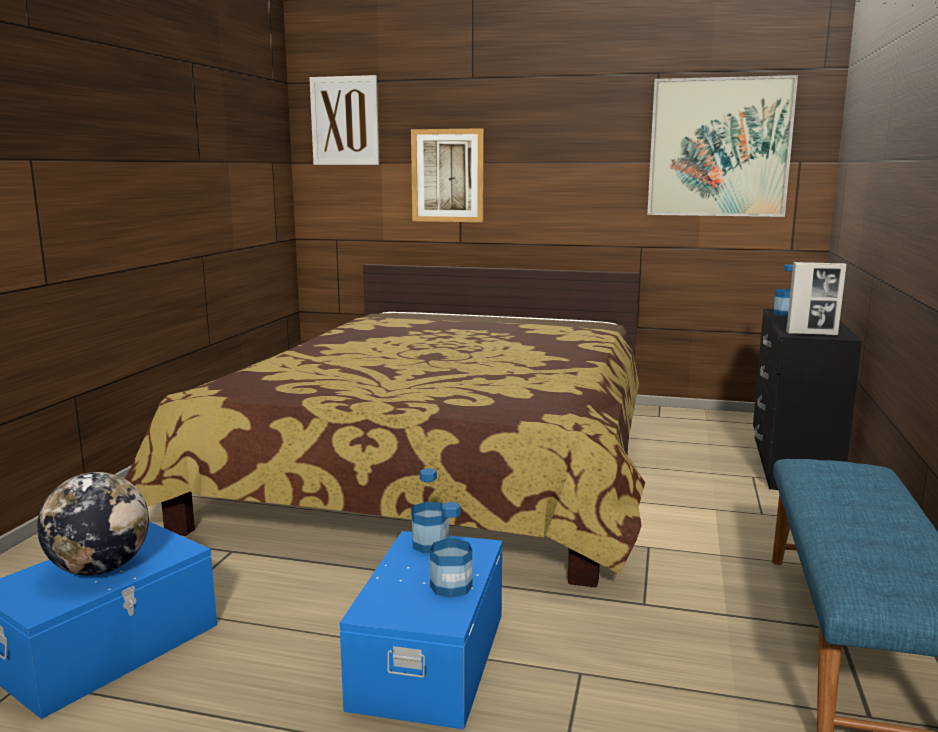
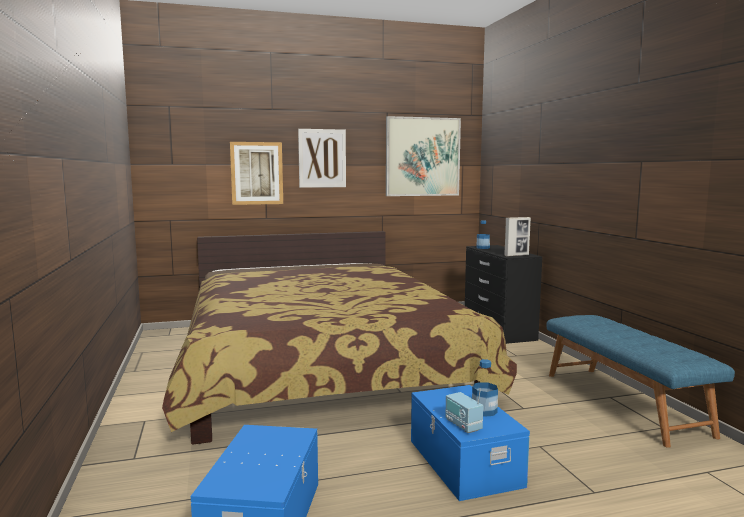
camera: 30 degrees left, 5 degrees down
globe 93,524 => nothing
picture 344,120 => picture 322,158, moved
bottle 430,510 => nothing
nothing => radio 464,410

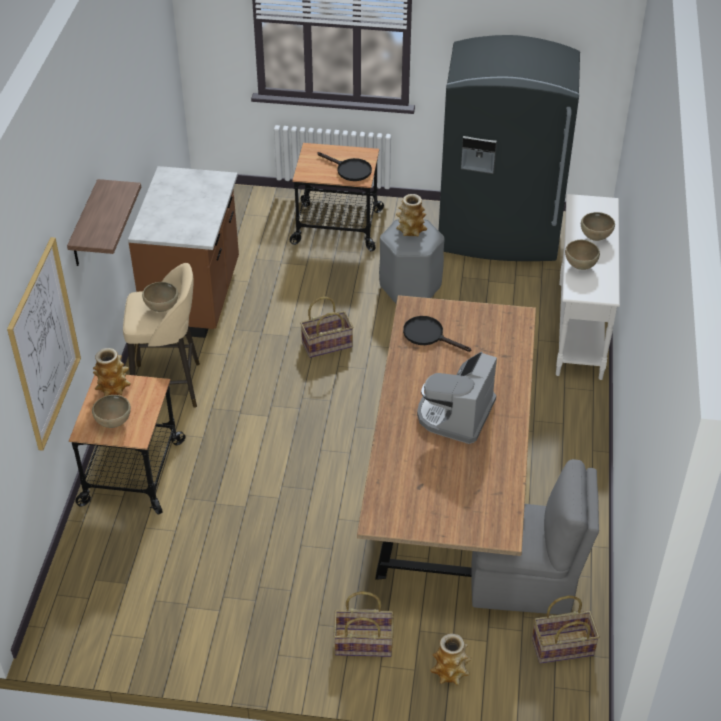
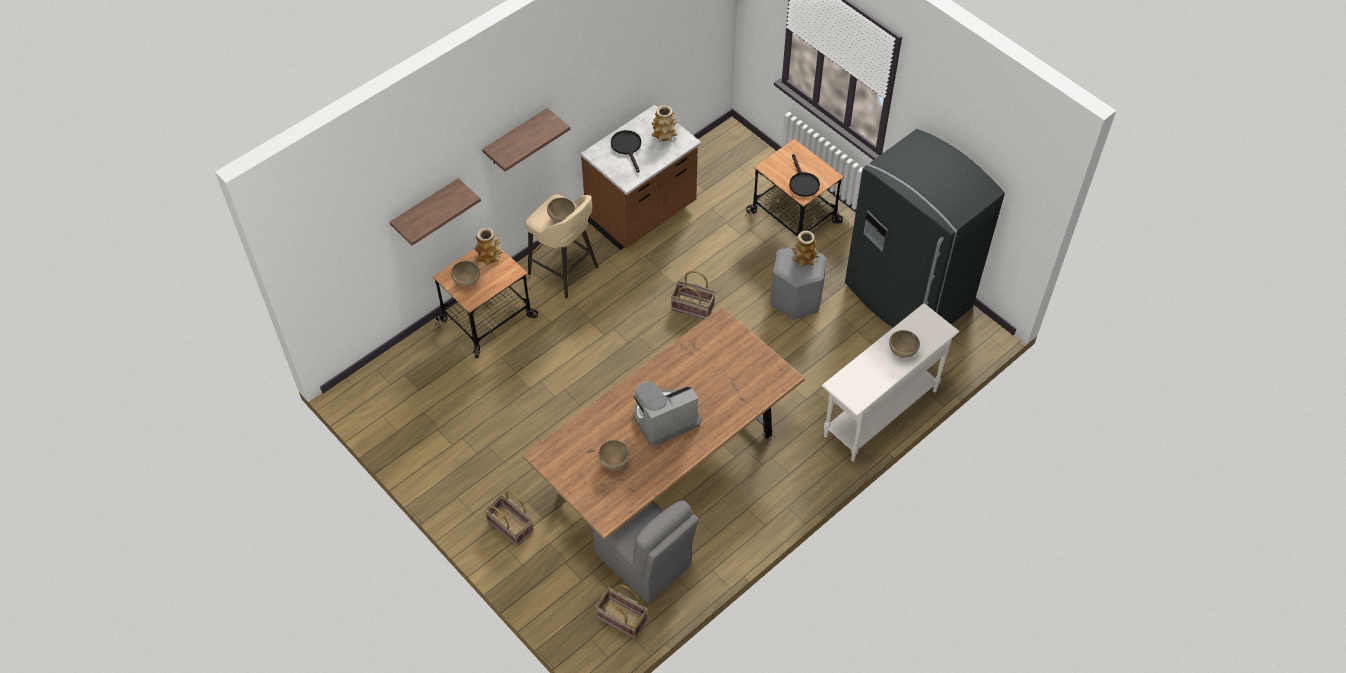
camera: 40 degrees right, 10 degrees up
picture 44,344 => shelf 435,212
black_frying_pan 437,334 => black_frying_pan 626,151, moved
vase 451,659 => vase 664,123, moved
brown_bowl 582,255 => brown_bowl 614,455, moved

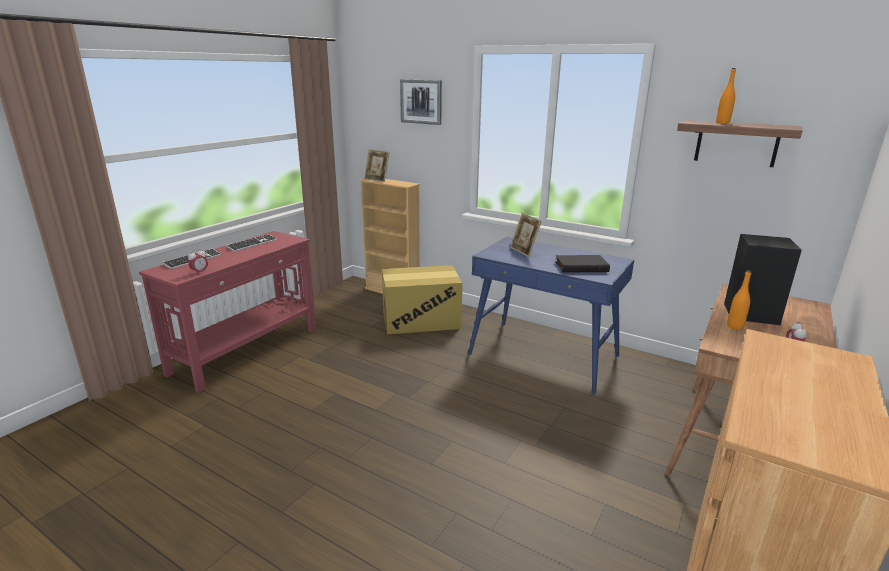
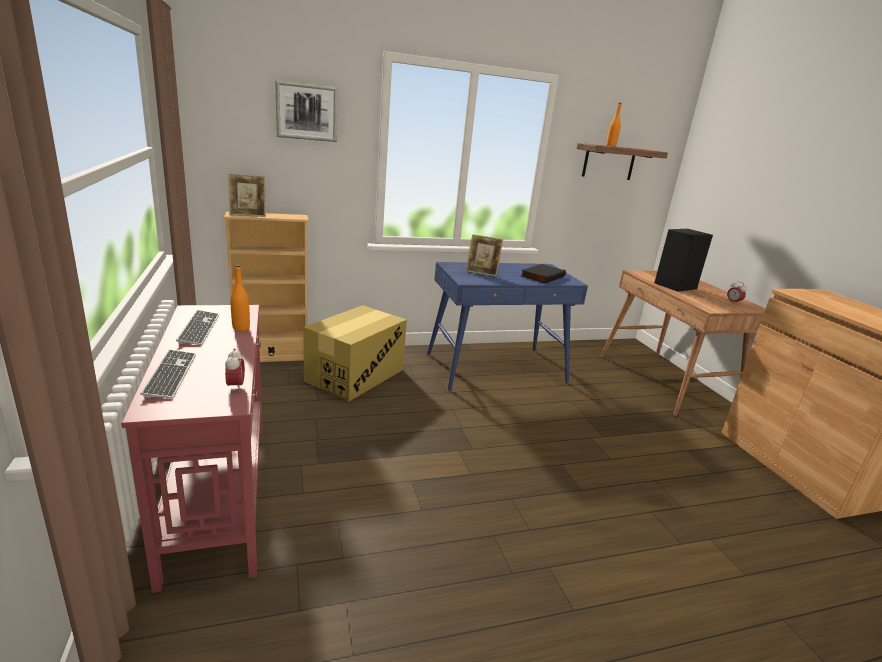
camera: 50 degrees left, 0 degrees up
orange_bottle 739,300 => orange_bottle 240,298, moved

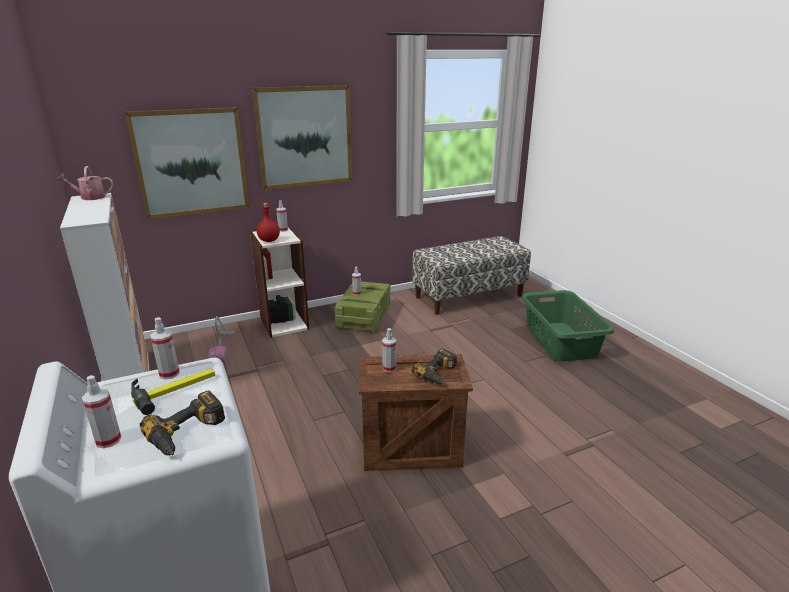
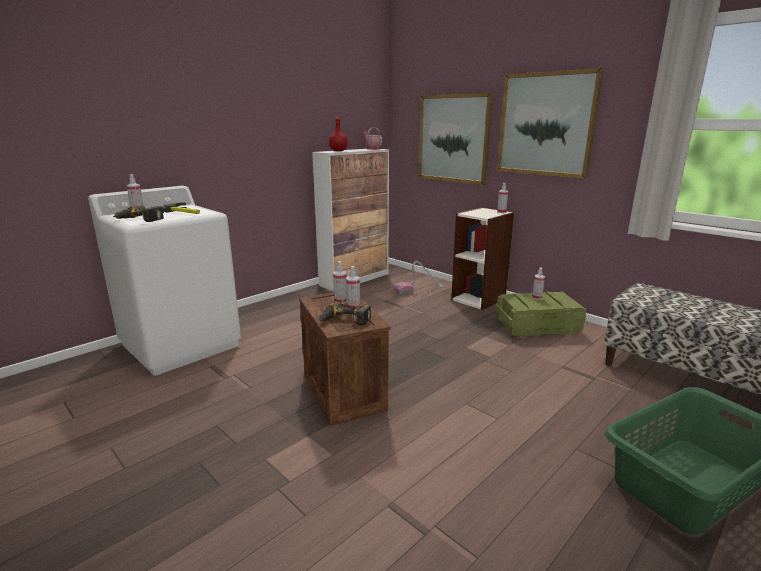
camera: 70 degrees right, 5 degrees down
spray_bottle 165,348 => spray_bottle 353,287, moved
red_bottle 268,222 => red_bottle 338,133, moved

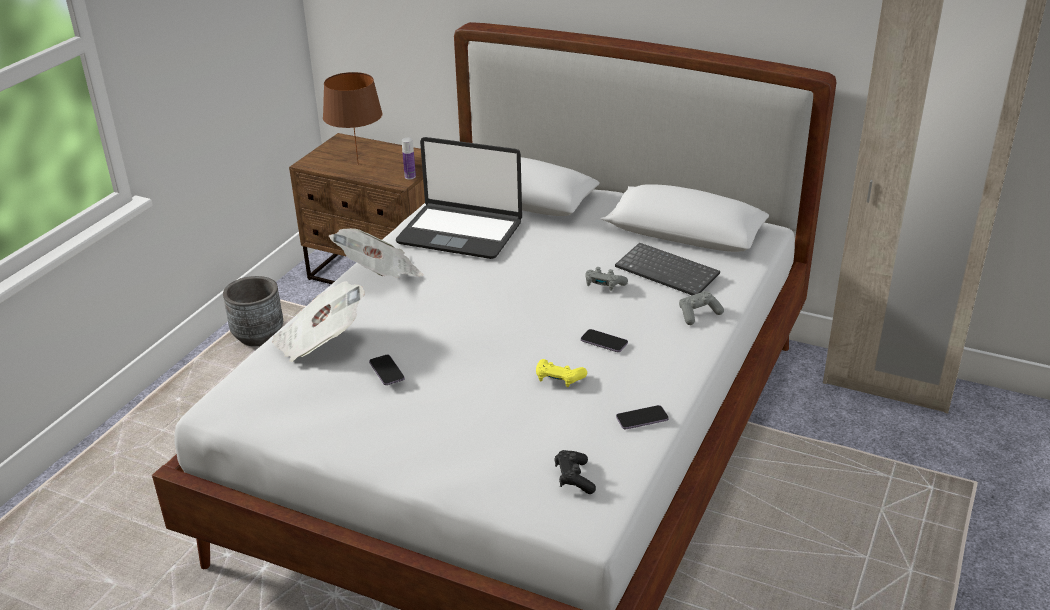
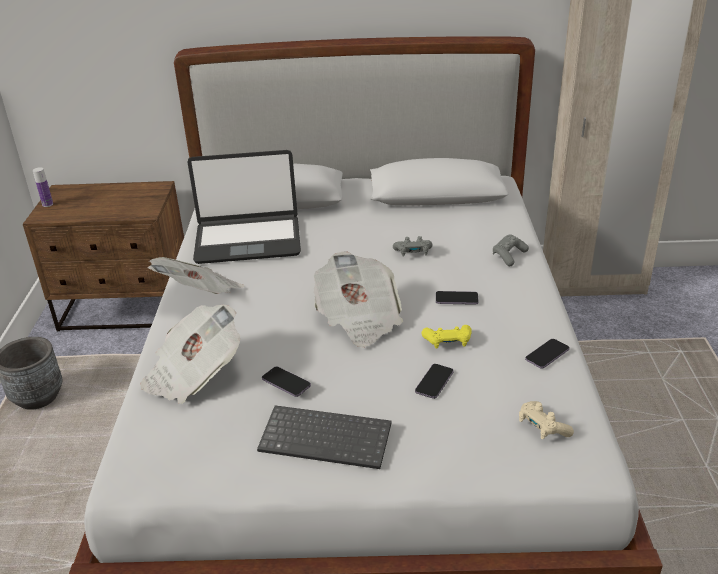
camera: 25 degrees left, 0 degrees up
brown_table_lamp 353,118 => nothing
bottle 409,158 => bottle 43,187, moved
black_game_controller 575,472 => beige_game_controller 546,420
keyboard 667,268 => keyboard 324,437, moved
nothing => newspaper 358,299
nothing => phone 434,381

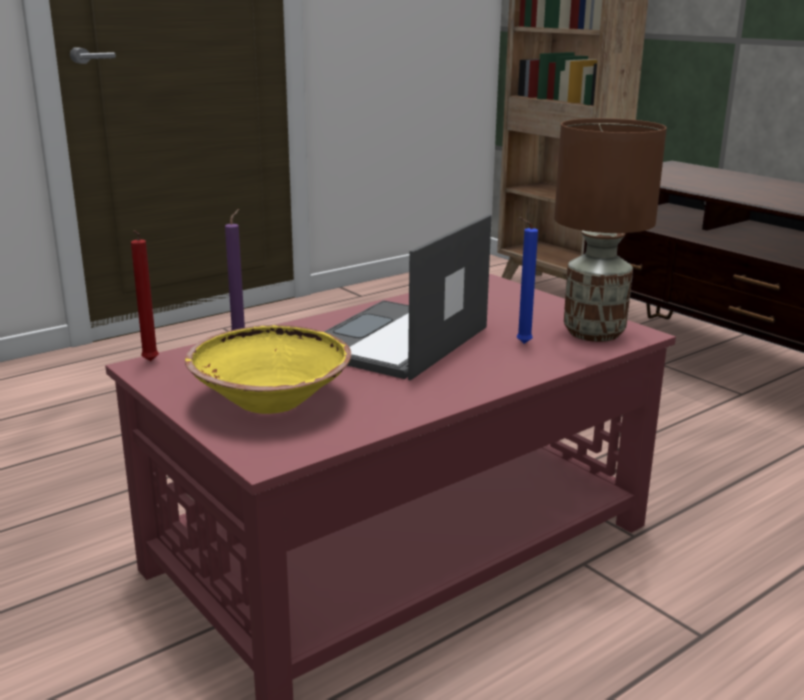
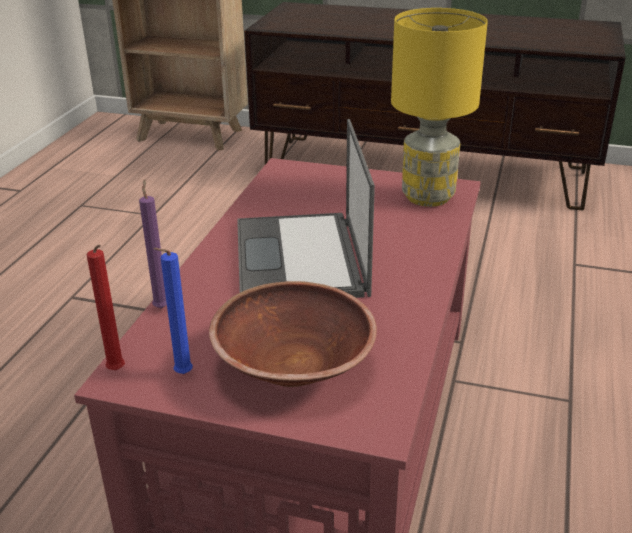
camera: 35 degrees left, 10 degrees up
yellow_bowl 268,369 => brown_bowl 293,334
blue_candle 527,280 => blue_candle 173,311, moved
brown_table_lamp 610,230 => yellow_table_lamp 439,107

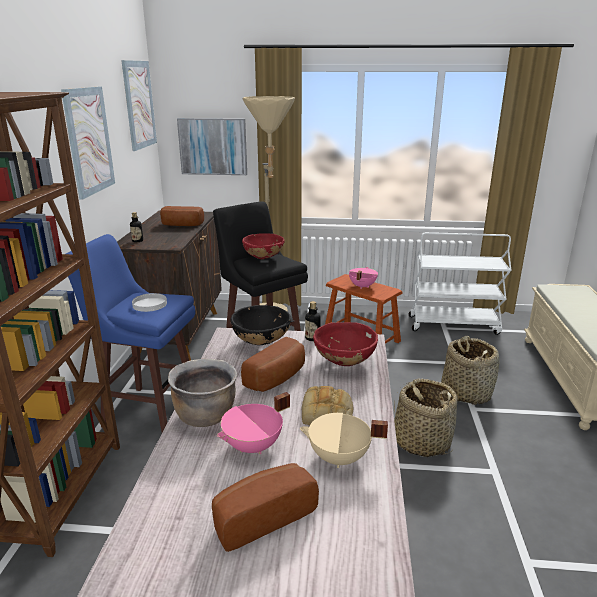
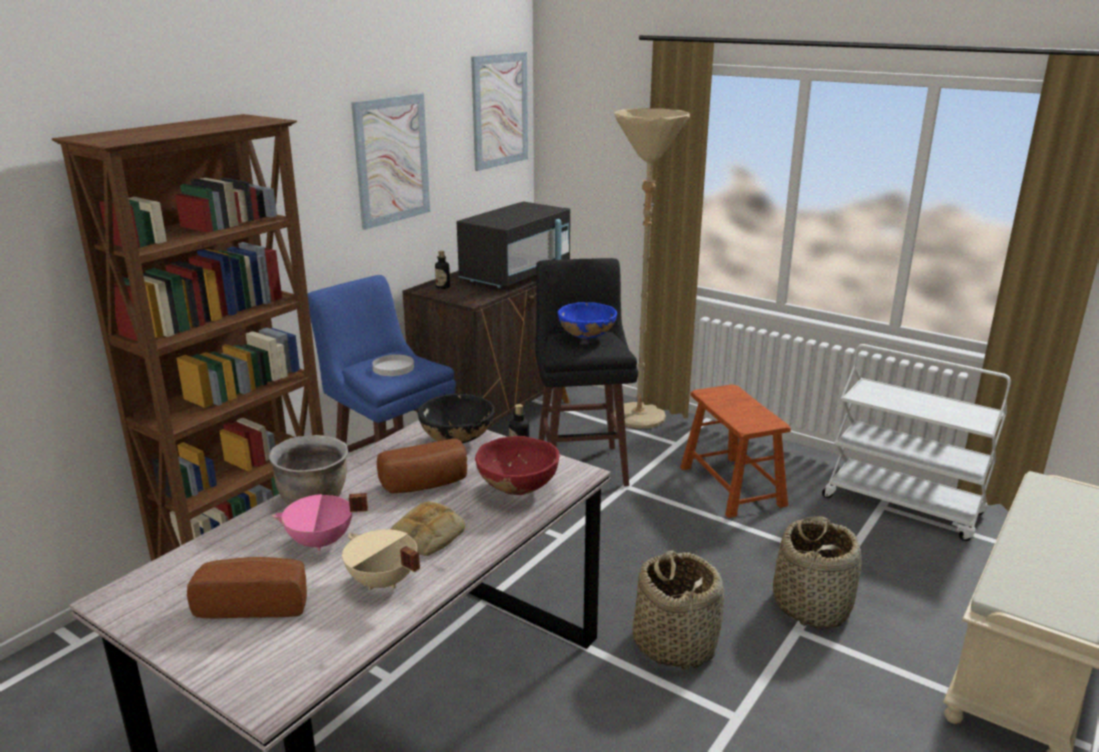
camera: 30 degrees right, 0 degrees up
bread 182,216 => black_microwave 513,244
picture 212,146 => nothing
red_bowl 263,246 => blue_bowl 587,320
pink_cooking_pot 363,278 => nothing

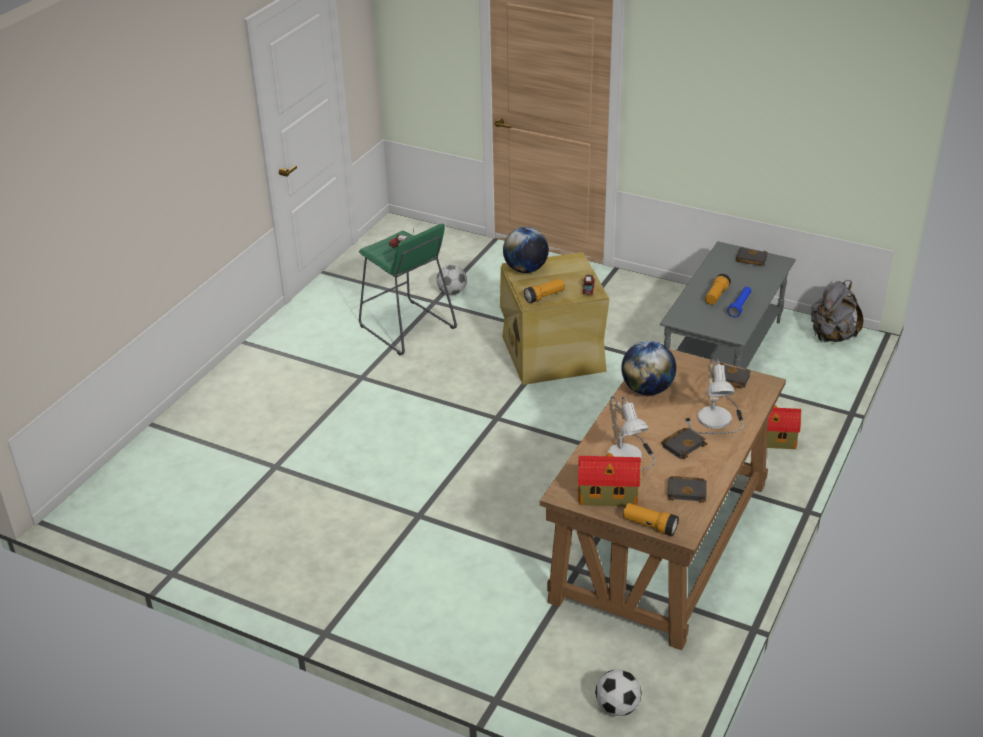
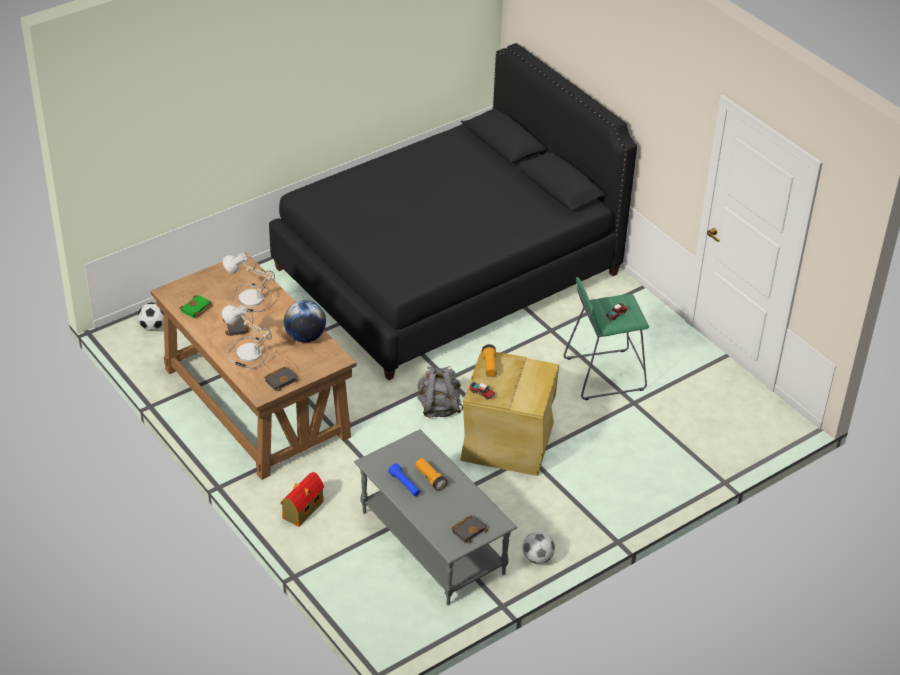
camera: 115 degrees right, 5 degrees up
football 451,280 => football 538,547, moved
globe 526,250 => nothing
toy_house 609,480 => nothing
flashlight 651,519 => nothing
black_book 687,489 => green_book 196,306
grey_backpack 837,311 => grey_backpack 440,392, moved
nothing => black_bed 453,211

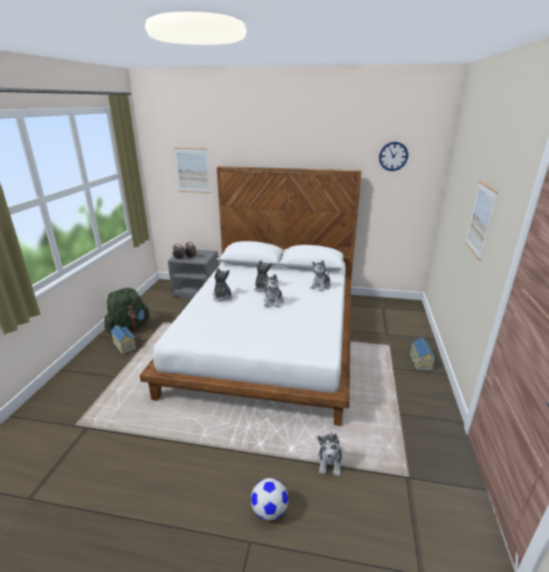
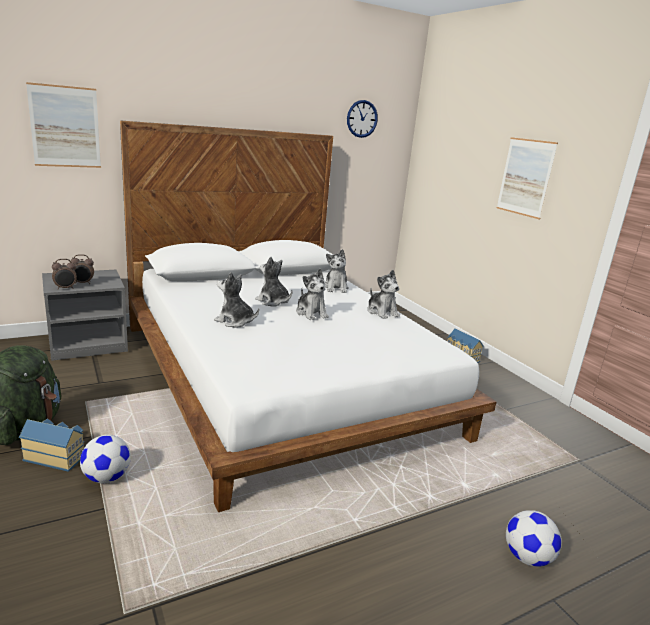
camera: 40 degrees left, 5 degrees down
plush_toy 330,454 => plush_toy 383,294, moved
nothing => football 105,459

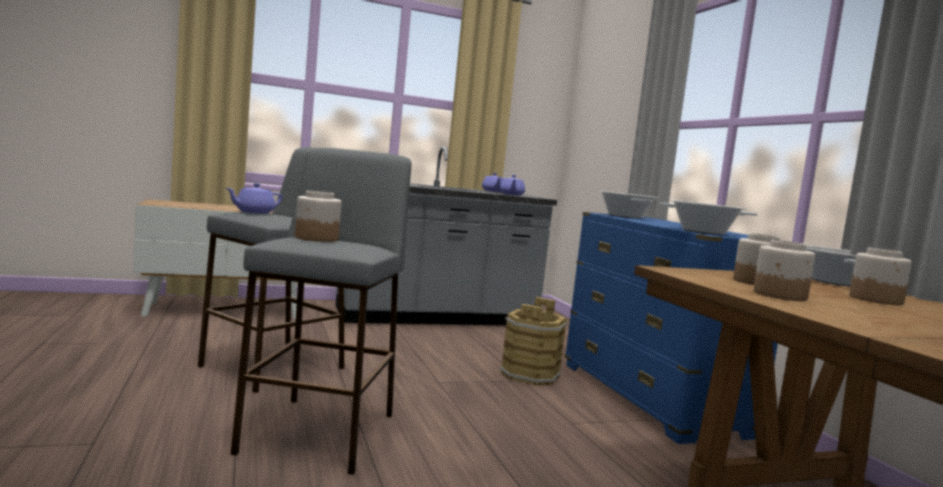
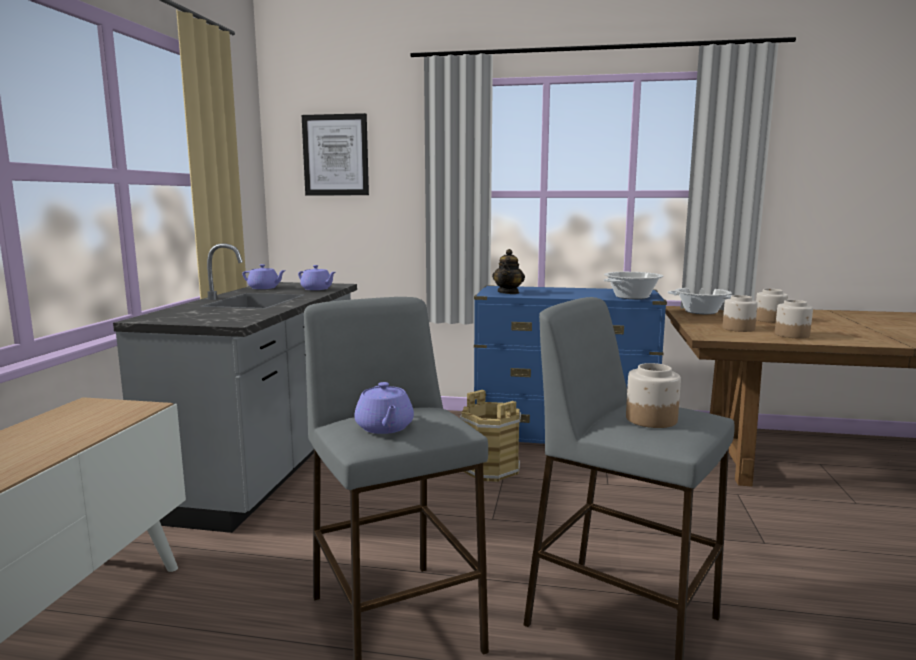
camera: 60 degrees left, 5 degrees up
cooking_pot 628,205 => teapot 508,271
nothing => picture 335,154

